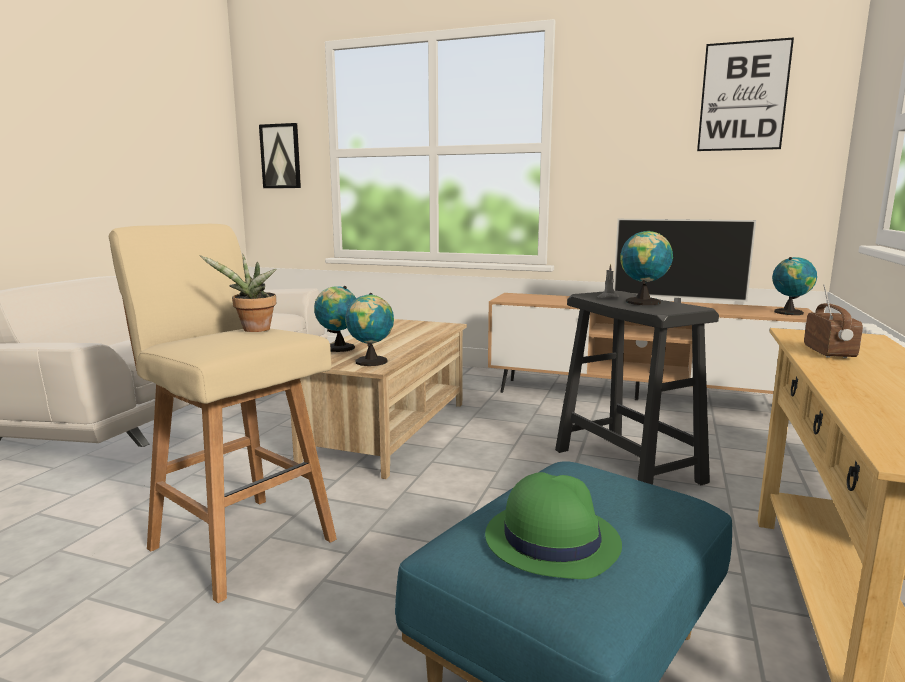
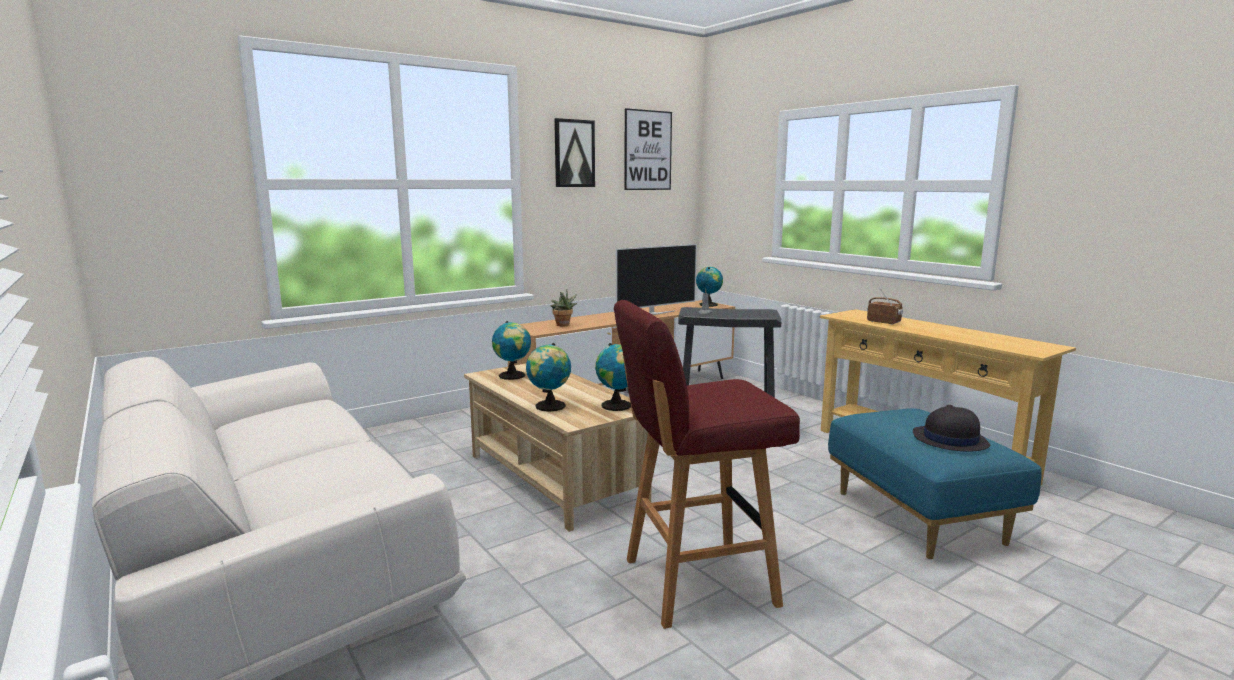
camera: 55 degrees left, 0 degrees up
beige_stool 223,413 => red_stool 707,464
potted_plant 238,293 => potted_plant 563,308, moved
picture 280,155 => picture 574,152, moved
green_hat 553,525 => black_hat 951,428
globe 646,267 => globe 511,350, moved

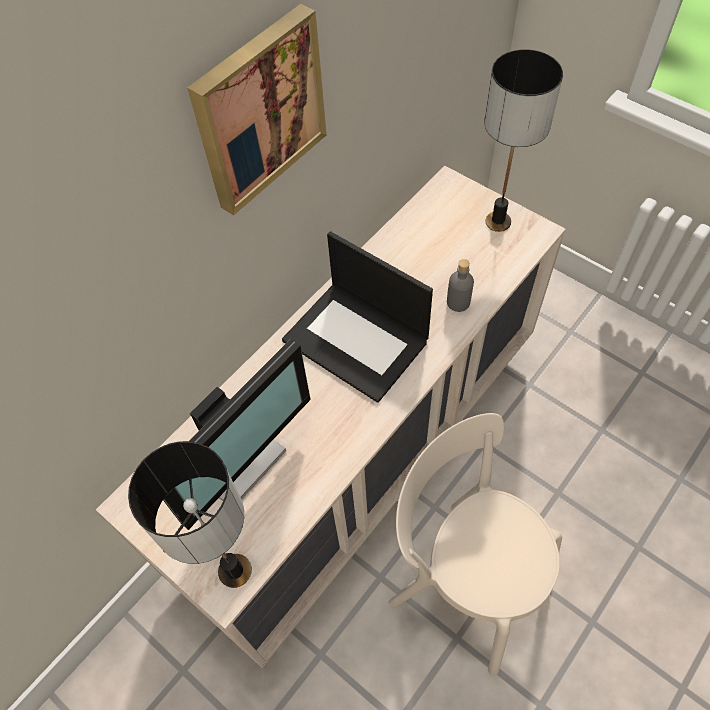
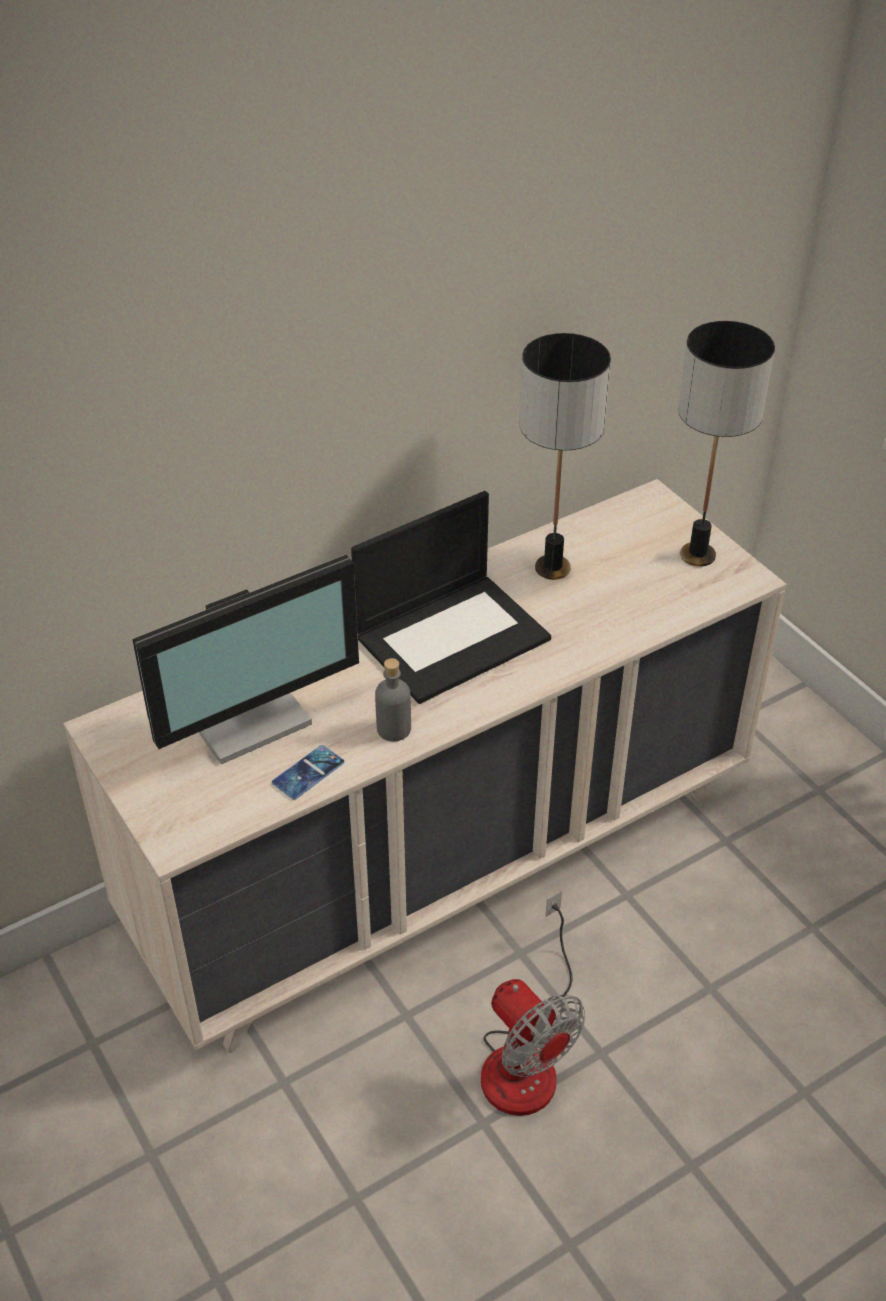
camera: 15 degrees right, 15 degrees down
table_lamp 190,514 => table_lamp 565,456, moved
picture 257,110 => nothing
laptop 357,317 => laptop 451,597, 90 degrees counterclockwise
beige_chair 475,545 => fan 533,1003
grey_bottle 460,285 => grey_bottle 393,699, moved
nothing => phone 308,772

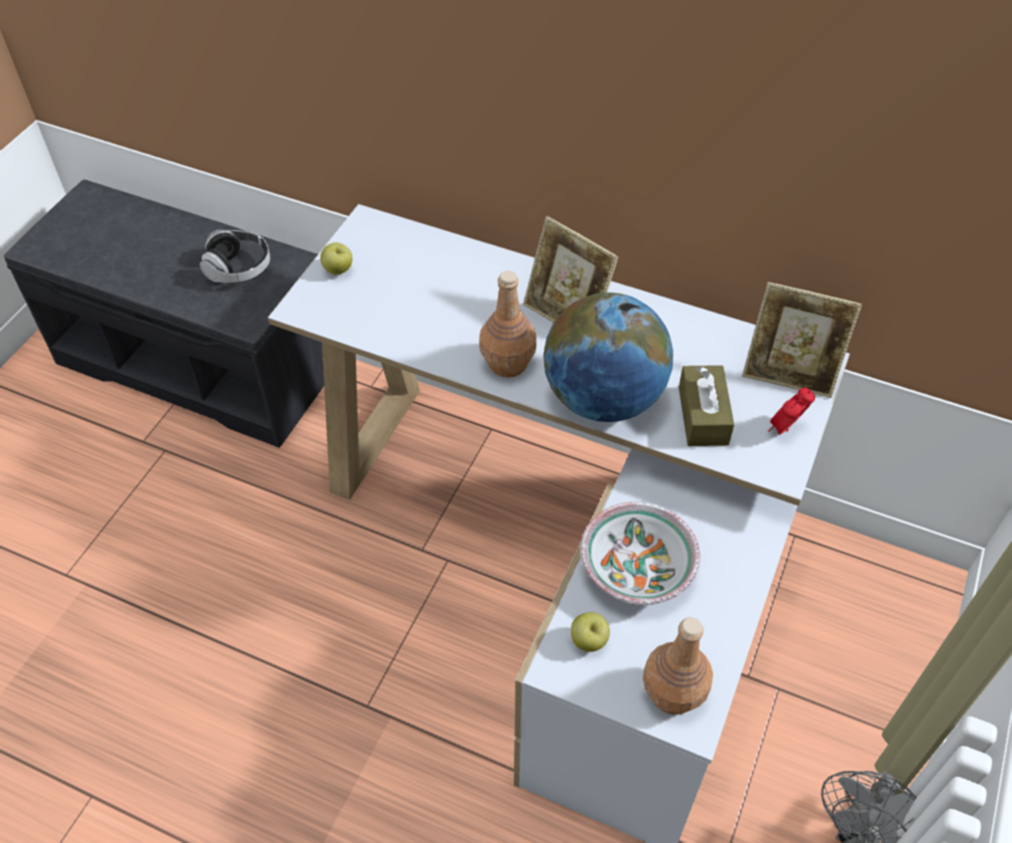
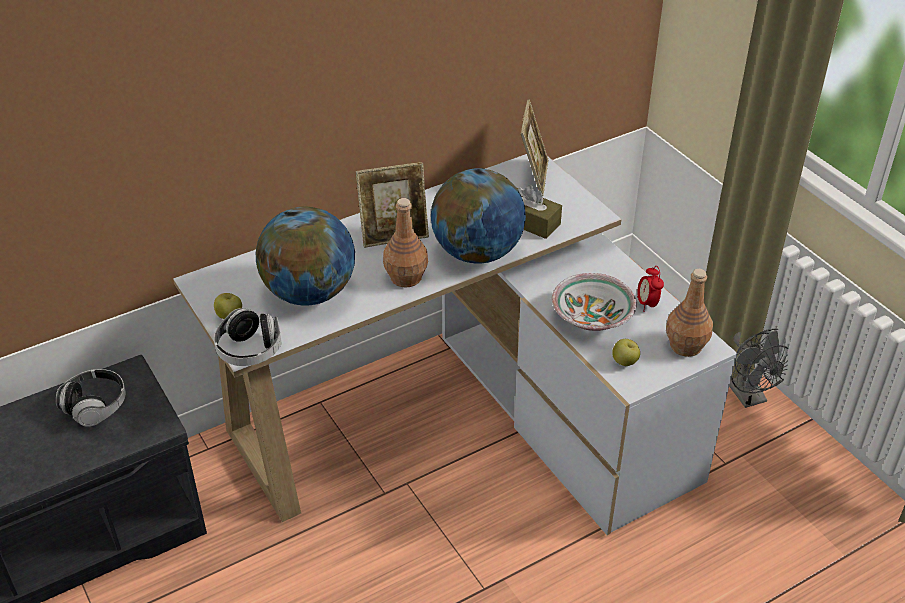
camera: 55 degrees left, 10 degrees down
picture_frame 802,340 => picture_frame 535,147, 45 degrees counterclockwise
alarm_clock 791,411 => alarm_clock 650,289, moved
nothing => headphones 247,337
nothing => globe 305,256

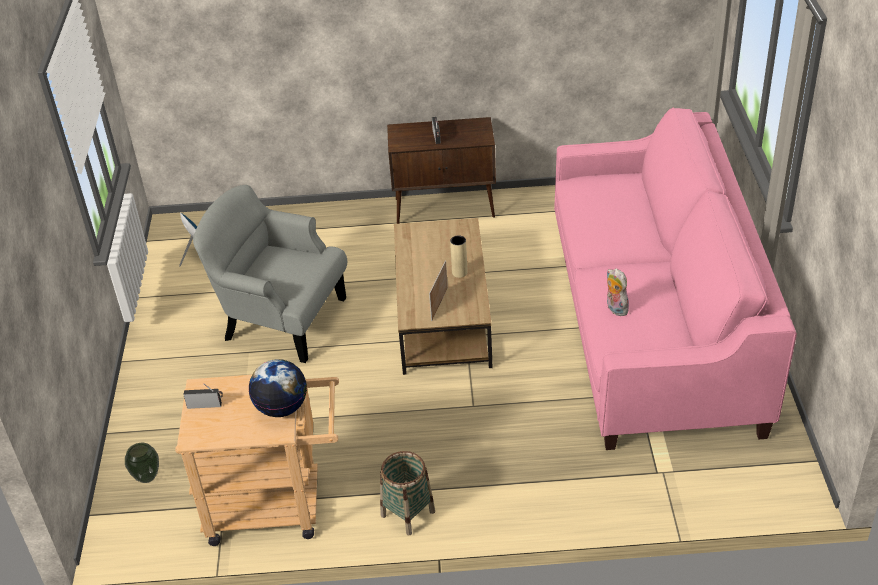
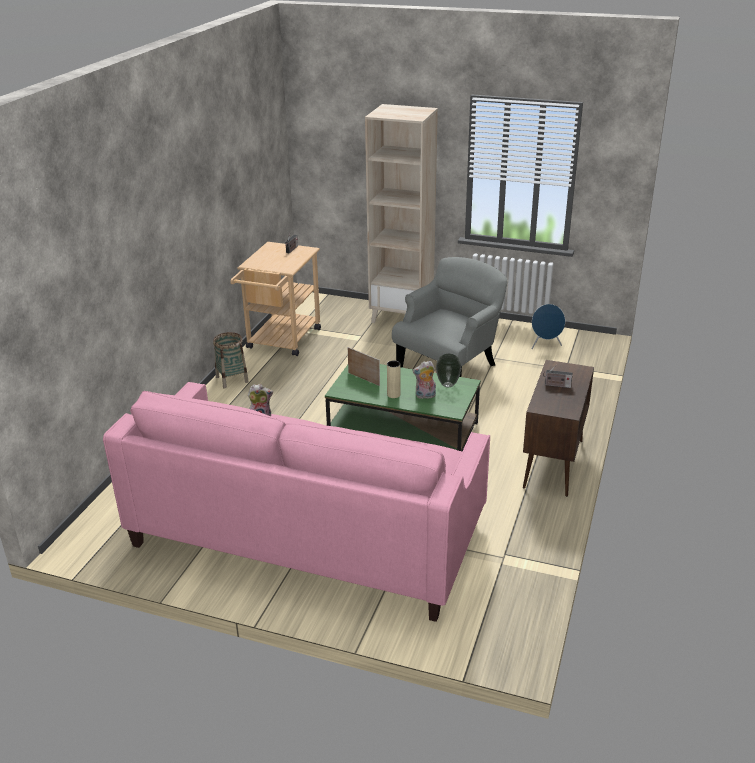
camera: 110 degrees right, 10 degrees down
vase 142,463 => vase 449,370, moved
globe 278,388 => nothing
brown_coffee_table 443,296 => green_coffee_table 403,407
nothing => beige_bookcase 401,213
nothing => plush_toy 424,380

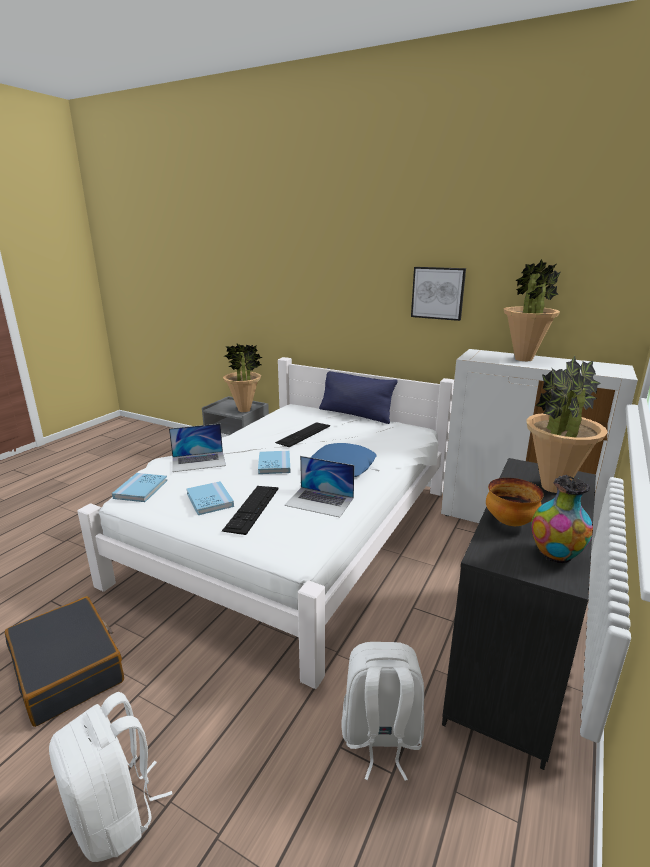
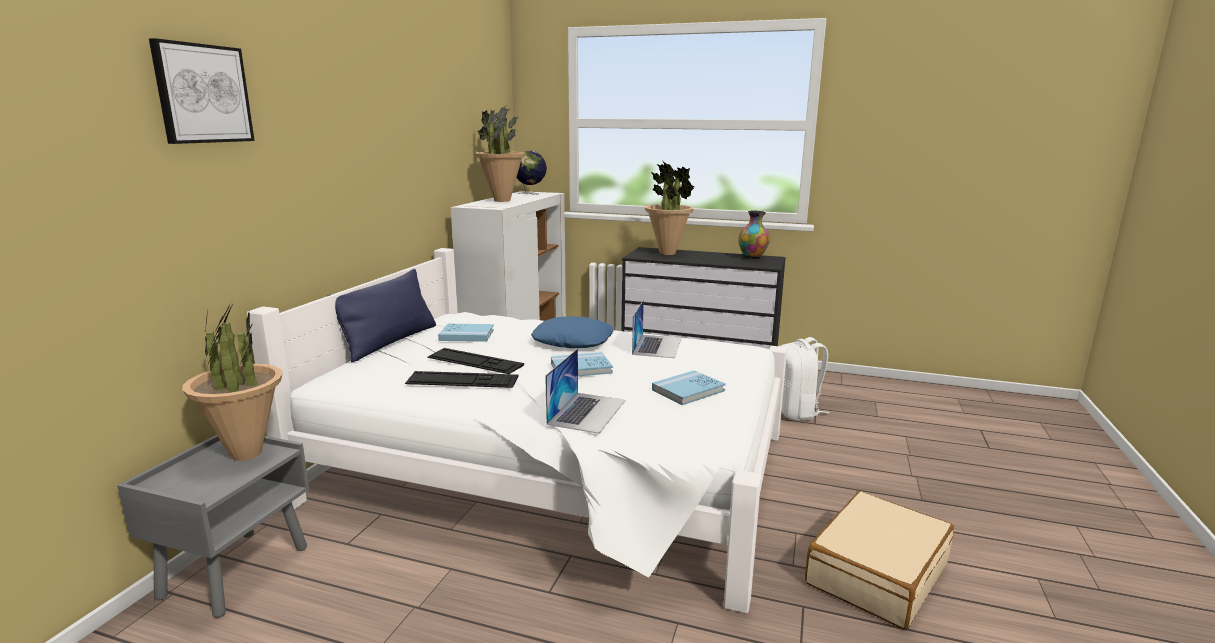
camera: 100 degrees left, 5 degrees down
black_suitcase 64,661 => beige_suitcase 879,560
white_backpack 110,777 => nothing
blue_book 139,487 => blue_book 466,333, moved
laptop 197,448 => laptop 585,391, 45 degrees clockwise
keyboard 250,510 => keyboard 461,379, moved
picture 438,294 => picture 201,91, moved
bowl 515,502 => nothing
nothing => globe 532,173

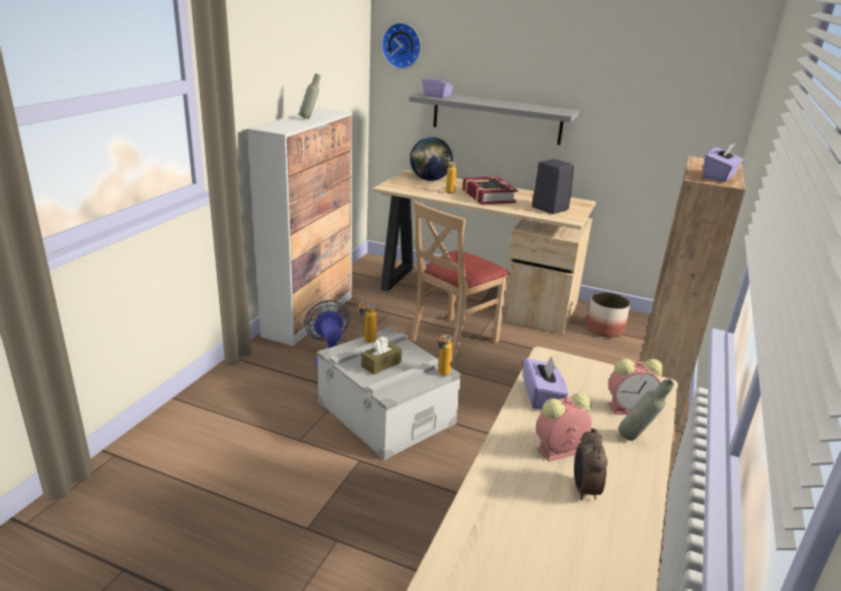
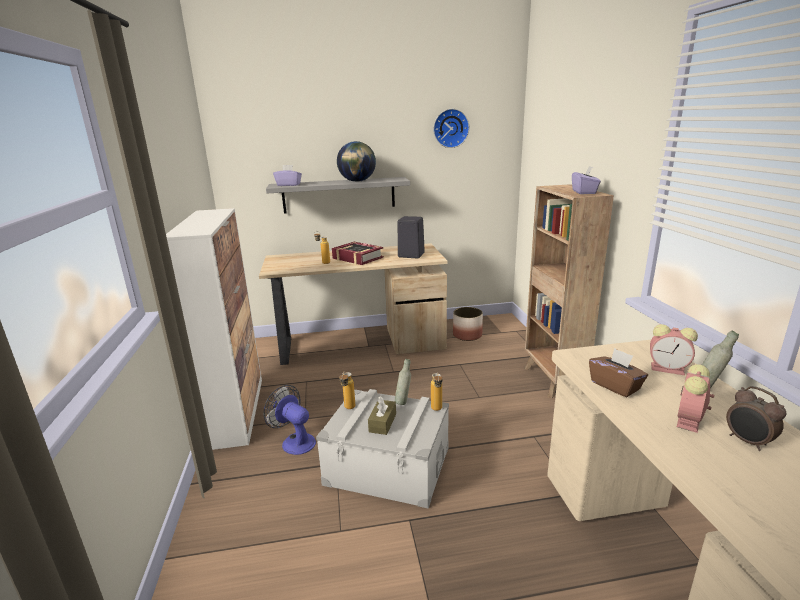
camera: 30 degrees left, 5 degrees down
grey_bottle 309,96 => grey_bottle 403,382, moved
wall_clock 401,46 => wall_clock 451,128, moved
globe 431,159 => globe 356,161, moved
beige_chair 460,282 => nothing
purple_tissue_box 545,382 => brown_tissue_box 618,372
alarm_clock 635,387 => alarm_clock 674,349, 60 degrees clockwise

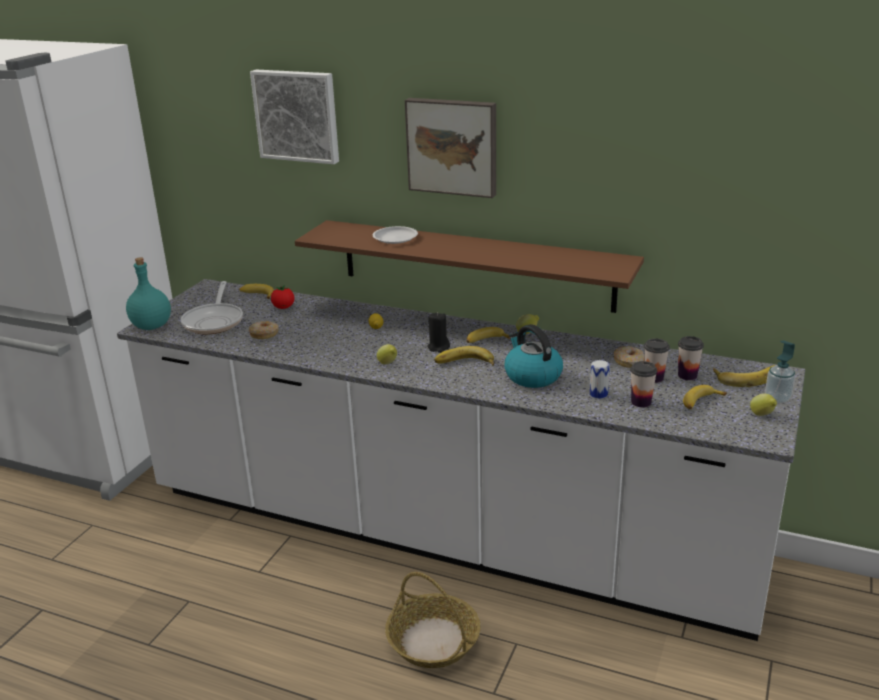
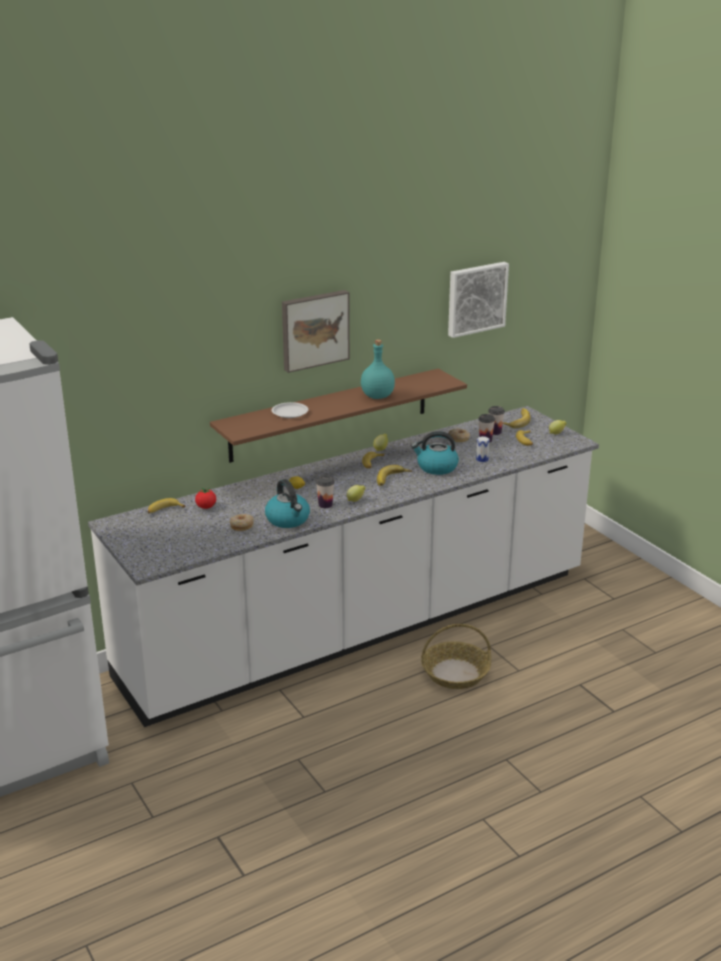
camera: 55 degrees left, 0 degrees up
turquoise_bottle 148,293 => turquoise_bottle 378,369, moved
frying_pan 212,307 => nothing
picture 294,117 => picture 478,300, moved
black_candle 438,332 => nothing
cup 643,384 => cup 325,492, moved
soap_dispenser 780,372 => nothing
nothing => kettle 287,503

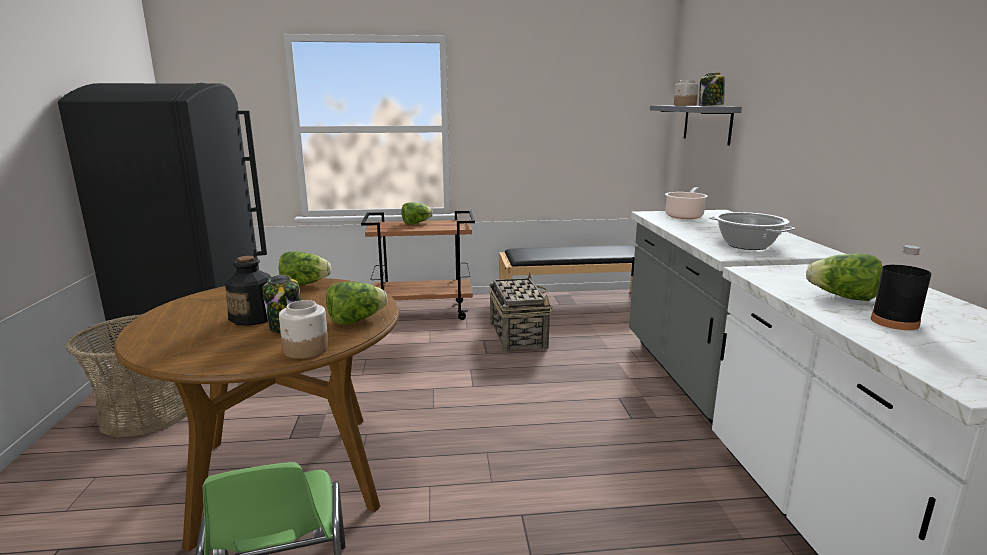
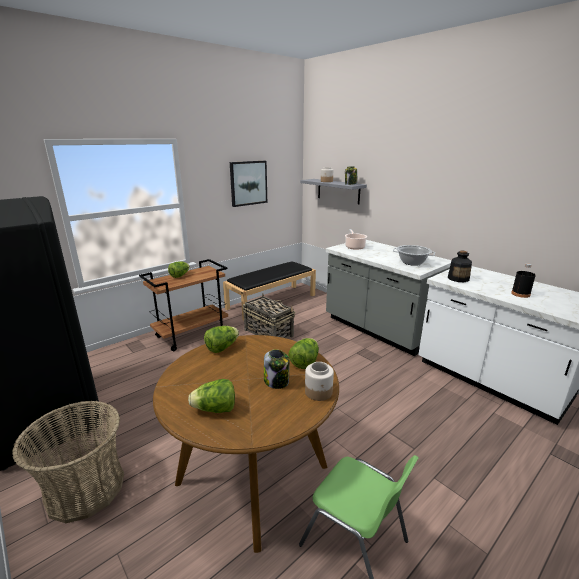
camera: 35 degrees left, 5 degrees up
bottle 248,291 => bottle 460,266, moved
lettuce 844,277 => lettuce 211,396, moved
nothing => picture 248,184

